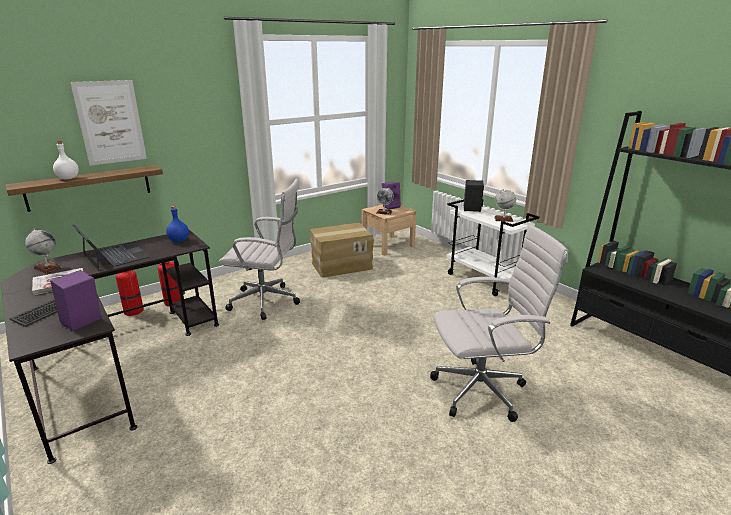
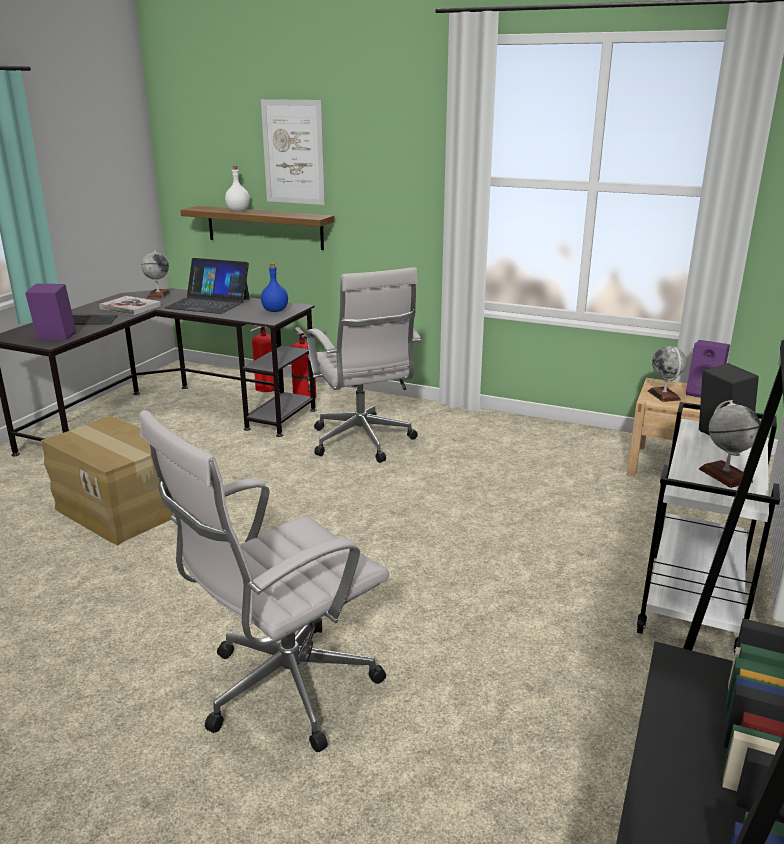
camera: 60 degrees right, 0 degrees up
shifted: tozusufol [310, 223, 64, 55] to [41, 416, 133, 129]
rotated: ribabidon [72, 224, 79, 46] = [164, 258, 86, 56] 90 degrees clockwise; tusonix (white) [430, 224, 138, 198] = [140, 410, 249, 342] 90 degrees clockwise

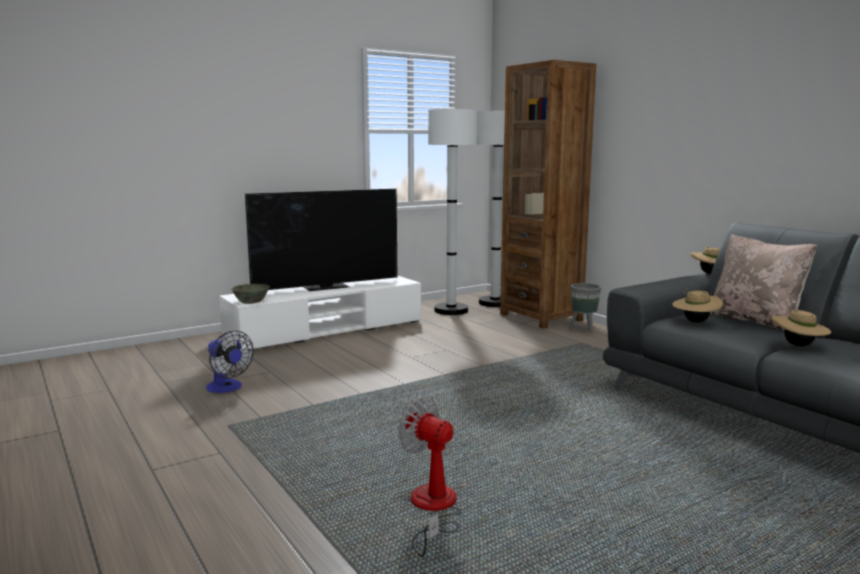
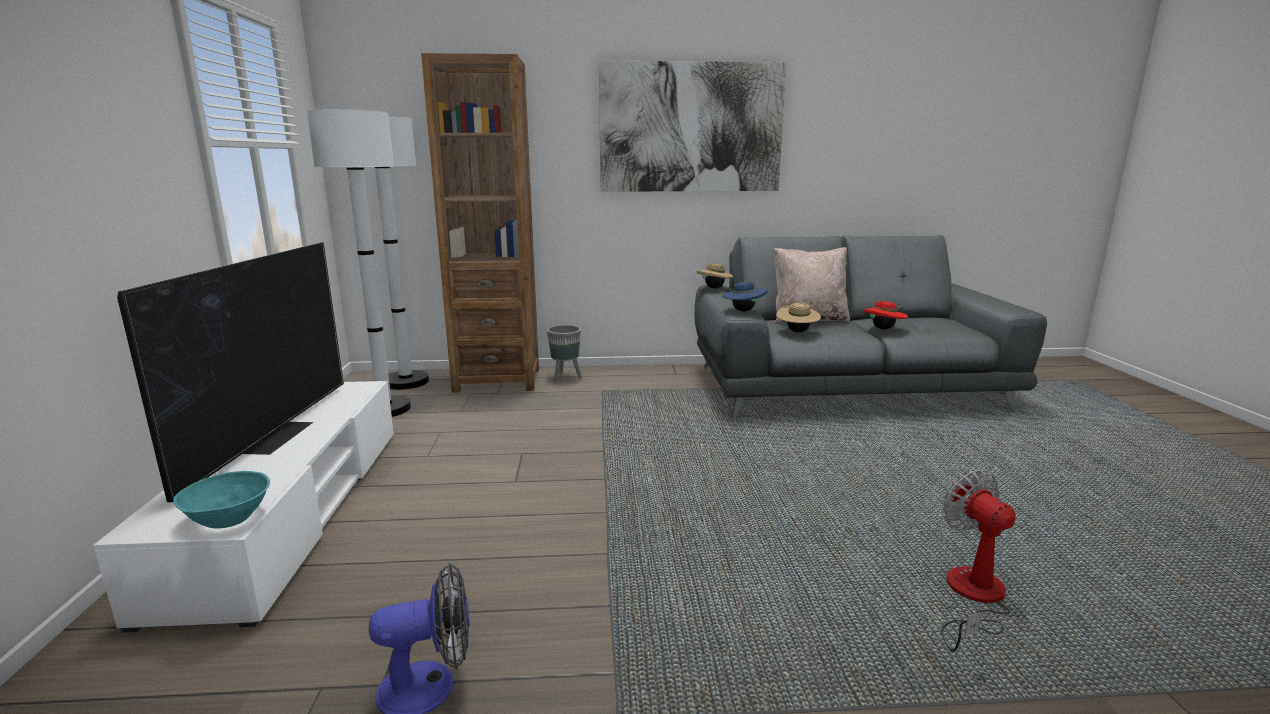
camera: 60 degrees left, 5 degrees up
new: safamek [599, 60, 188, 132]; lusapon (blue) [722, 280, 45, 31]
repainted: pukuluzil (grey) [231, 284, 39, 20] to pukuluzil (turquoise) [173, 471, 97, 58]; lusapon (beige) [771, 310, 60, 36] to lusapon (red) [863, 301, 45, 28]
rotated: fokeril [398, 397, 64, 160] = [941, 469, 75, 183] 90 degrees clockwise

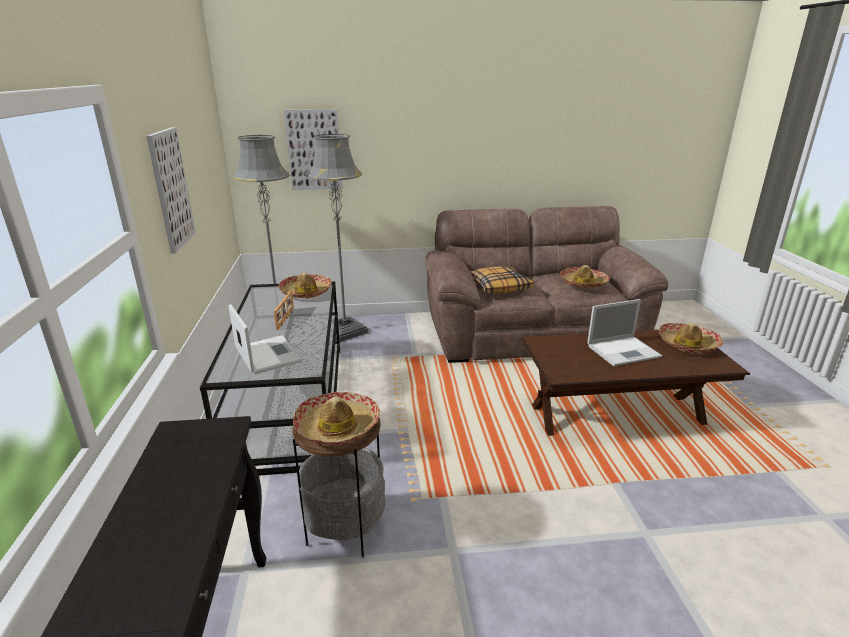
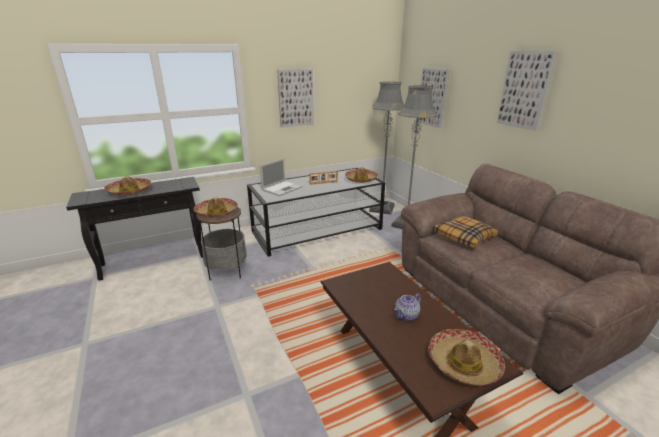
camera: 70 degrees right, 0 degrees up
new: safamek [497, 51, 60, 80]
shifted: lusapon [560, 265, 50, 24] to [104, 176, 47, 20]
swapped: ribabidon [587, 299, 75, 67] to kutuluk [394, 293, 27, 28]

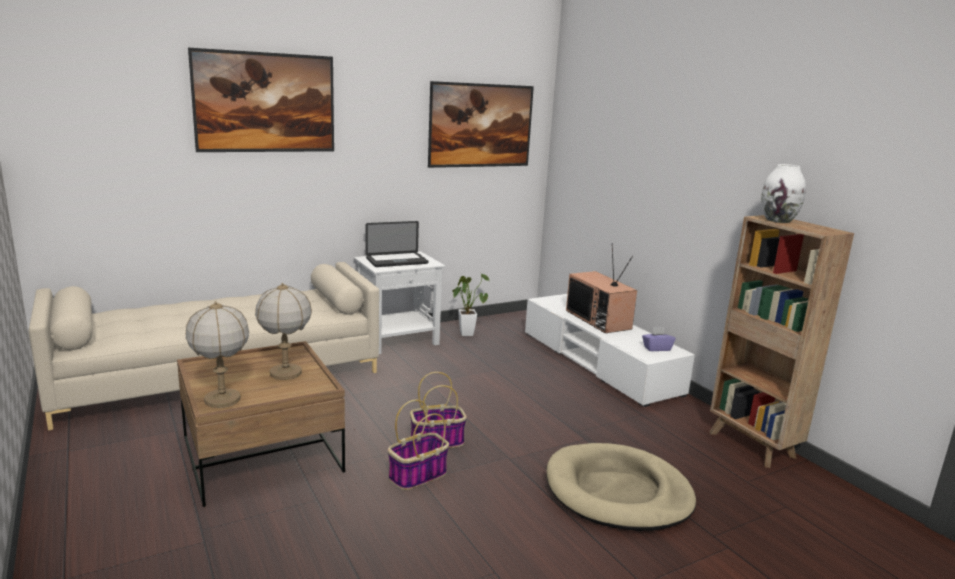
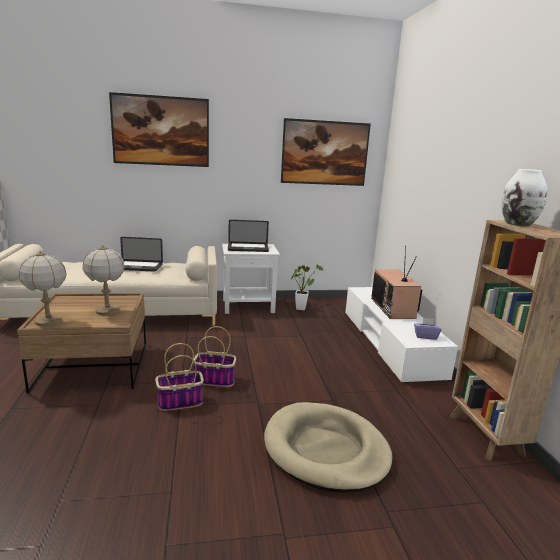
camera: 20 degrees right, 0 degrees up
new: ribabidon [120, 237, 43, 35]

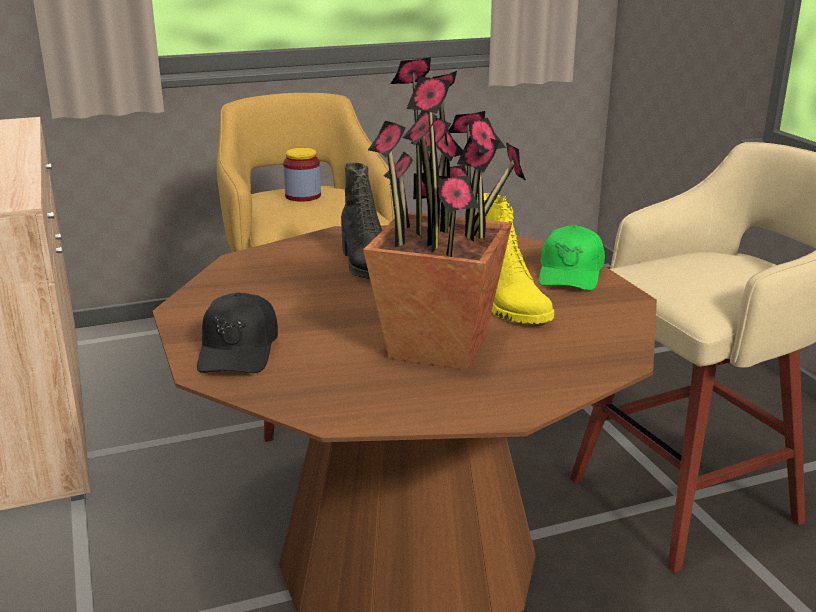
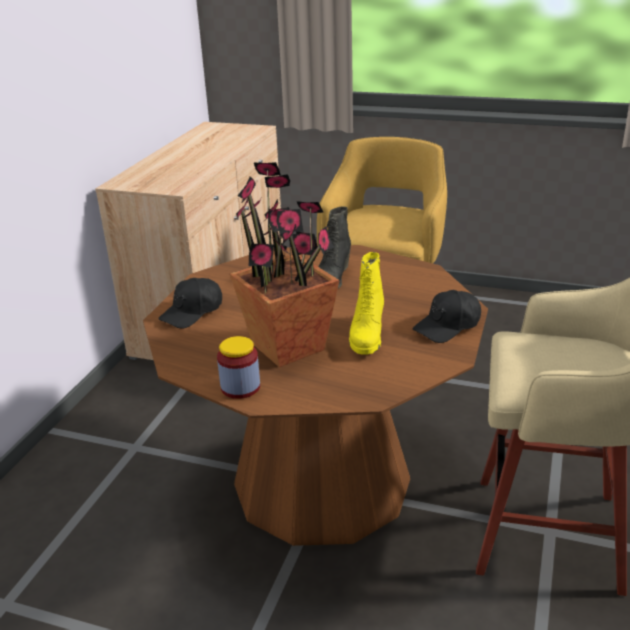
camera: 40 degrees right, 5 degrees up
shifted: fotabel [283, 148, 38, 53] to [217, 336, 43, 63]
repainted: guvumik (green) [539, 225, 66, 66] to guvumik (black) [413, 290, 68, 53]

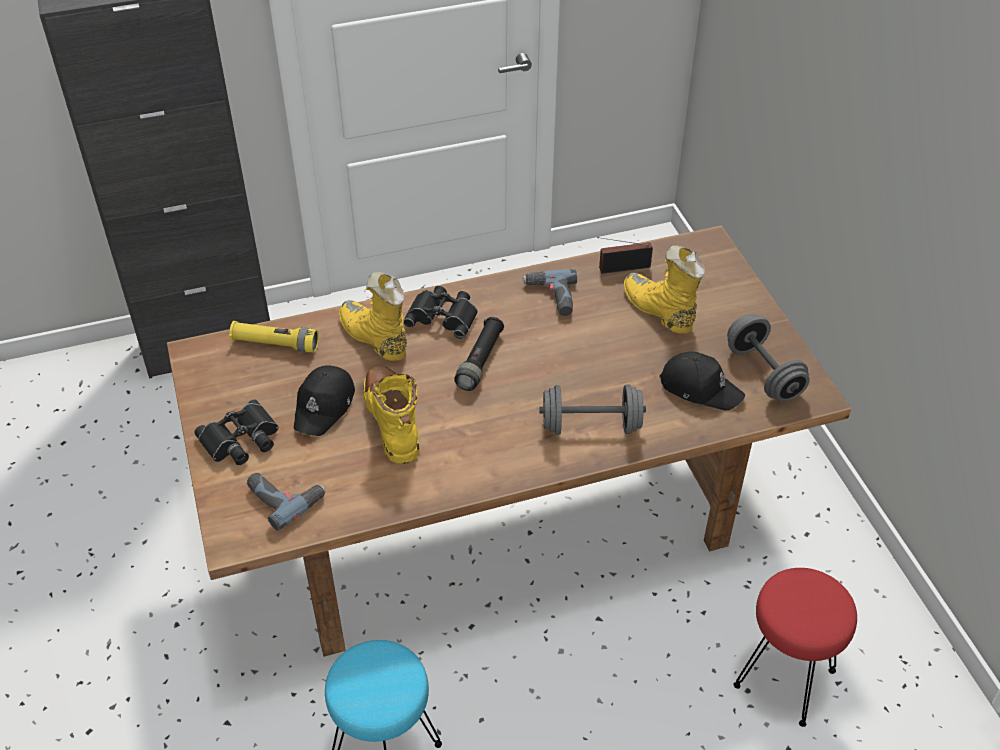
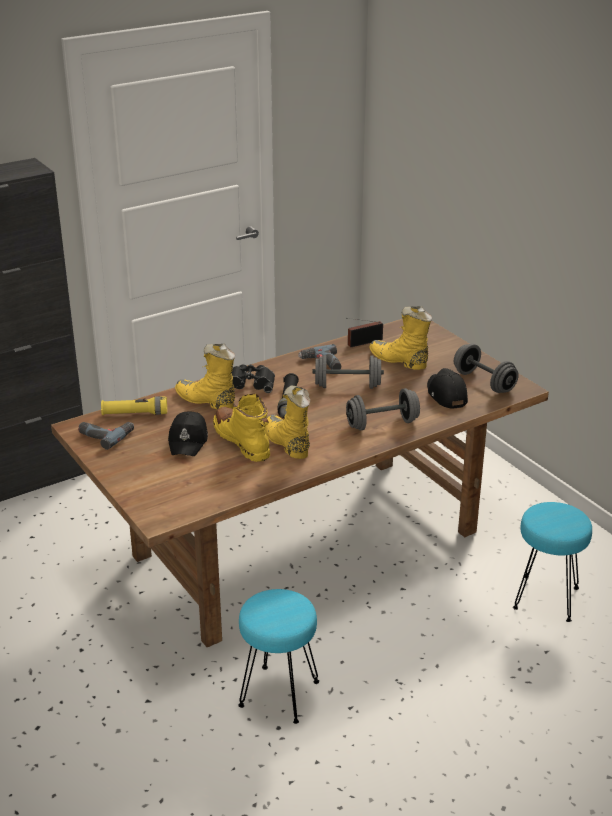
camera: 15 degrees left, 15 degrees down
gone: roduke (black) [194, 400, 84, 65]
new: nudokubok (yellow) [265, 385, 45, 74]; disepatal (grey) [312, 355, 72, 34]
shifted: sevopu [247, 473, 78, 58] to [78, 422, 56, 28]
repainted: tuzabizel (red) [733, 568, 124, 159] to tuzabizel (turquoise) [513, 502, 79, 120]
rotated: guvumik (black) [659, 352, 86, 58] = [427, 368, 41, 41] 120 degrees counterclockwise

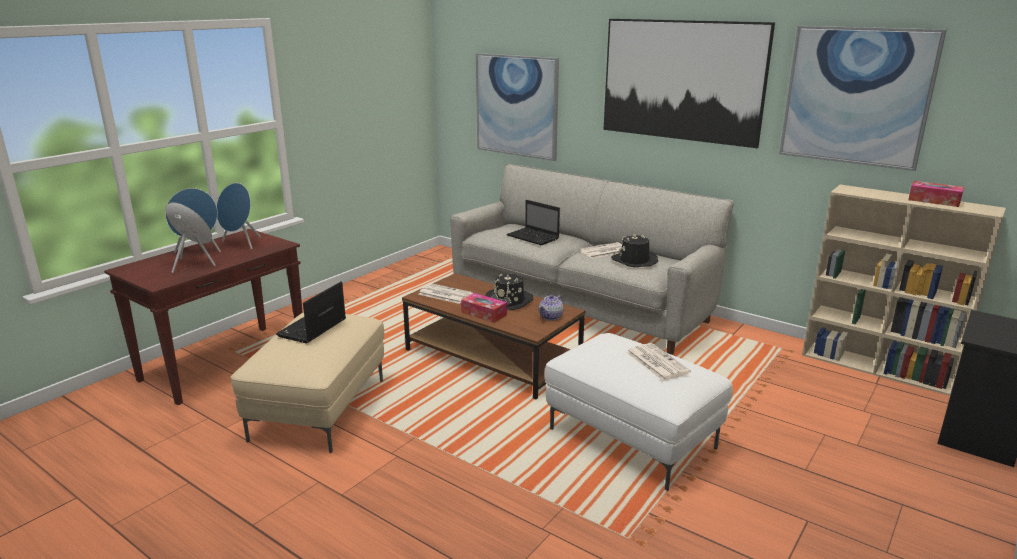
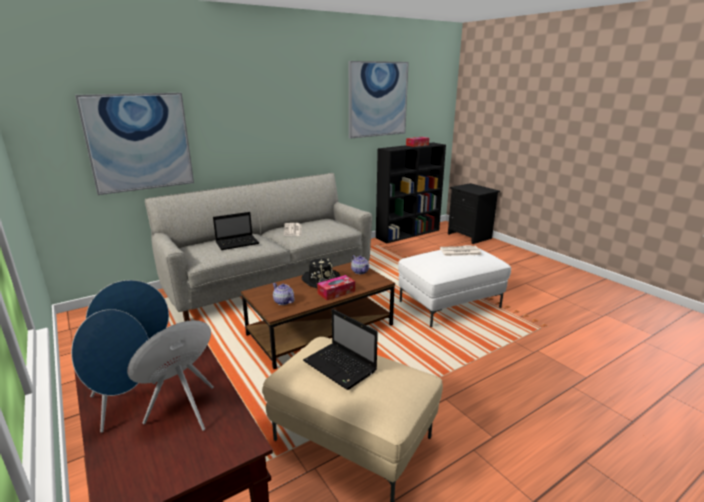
camera: 70 degrees left, 0 degrees up
gone: safamek [603, 19, 172, 129]; lusapon (black) [611, 234, 47, 33]
swapped: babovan [419, 283, 54, 21] to kutuluk [273, 283, 22, 22]
repainted: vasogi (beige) [802, 184, 204, 212] to vasogi (black) [376, 142, 70, 101]

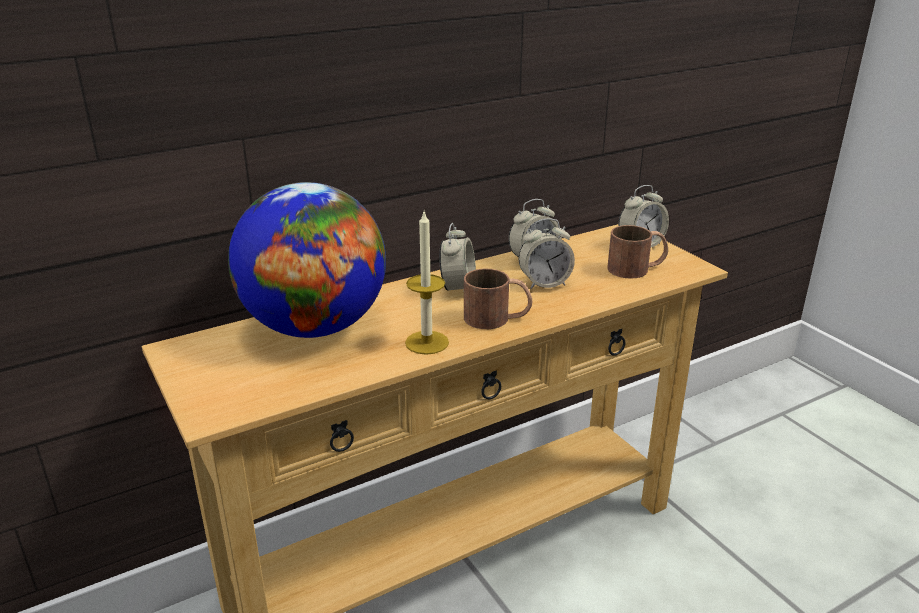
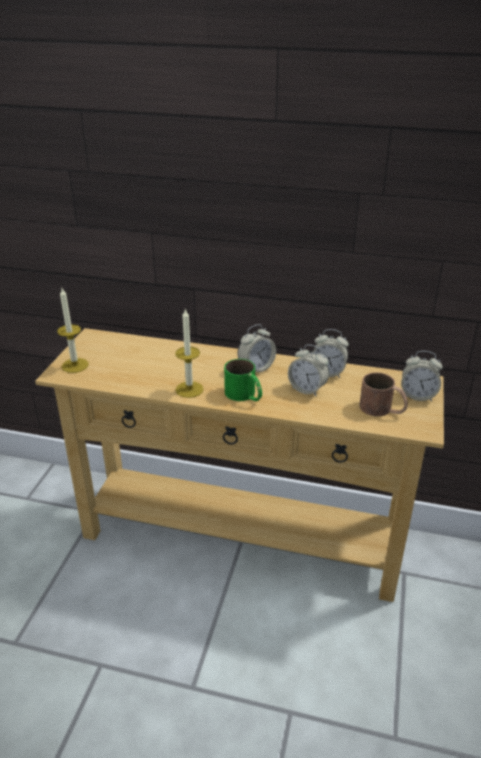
camera: 45 degrees right, 5 degrees up
gone: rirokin [228, 182, 158, 156]
new: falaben [57, 288, 32, 85]
repainted: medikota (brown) [464, 269, 68, 60] to medikota (green) [224, 359, 38, 42]

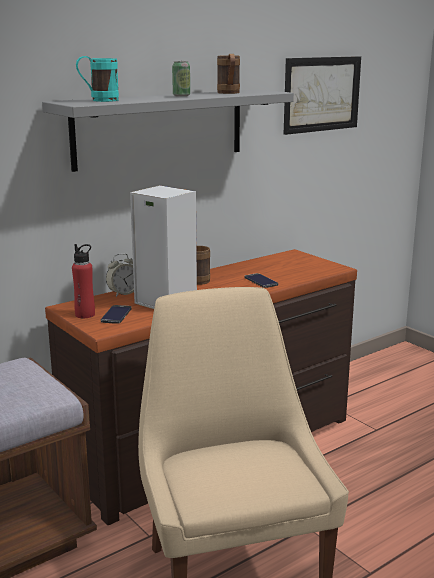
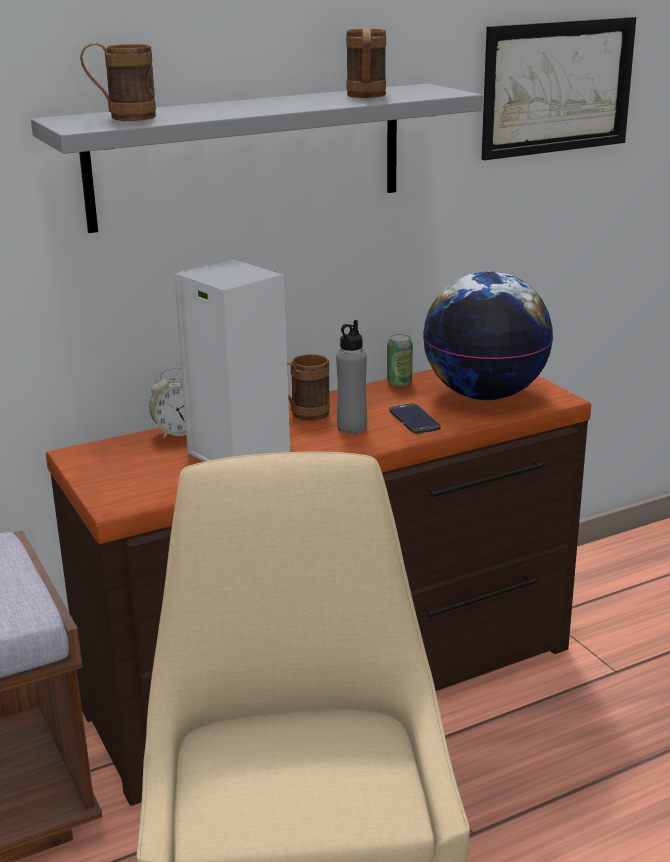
camera: 10 degrees right, 5 degrees up
gone: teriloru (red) [72, 244, 23, 74]; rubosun [101, 305, 31, 19]
new: teriloru (grey) [336, 320, 31, 114]; rirokin [423, 271, 130, 129]
shifted: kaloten [172, 60, 18, 37] to [387, 334, 26, 52]
repainted: medikota (turquoise) [76, 56, 43, 46] to medikota (brown) [80, 42, 76, 79]

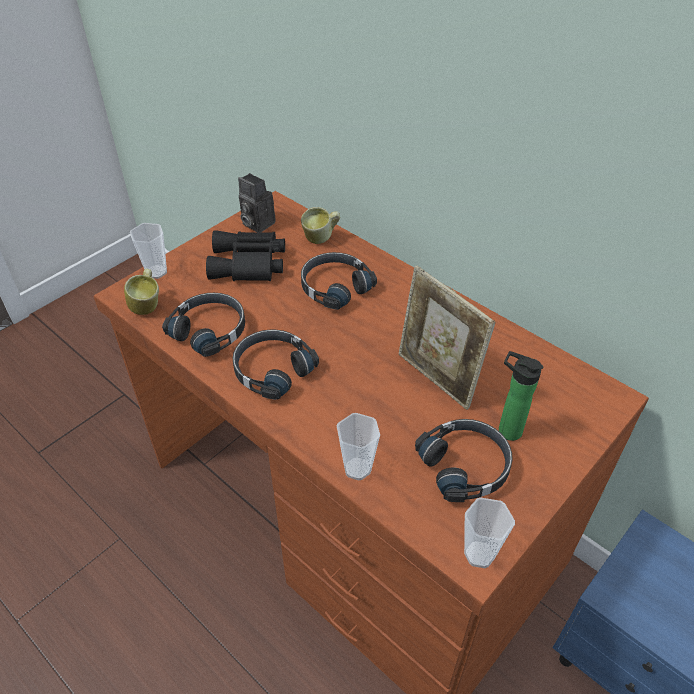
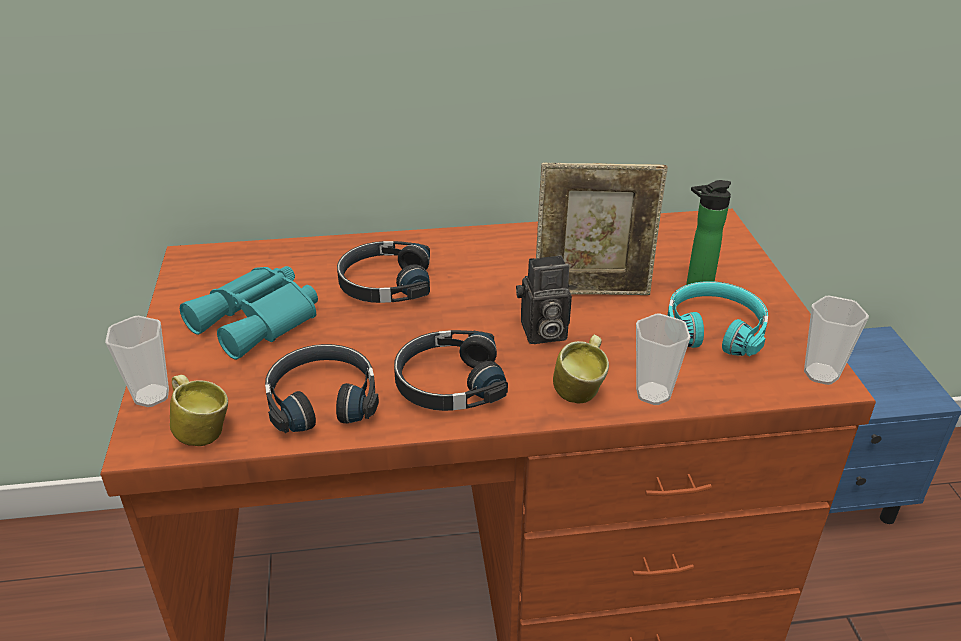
camera: 50 degrees left, 10 degrees down
shifted: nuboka [238, 173, 37, 59] to [516, 255, 56, 89]; medikota [301, 207, 39, 37] to [553, 334, 56, 70]
repainted: roduke (black) [206, 230, 79, 51] to roduke (turquoise) [180, 266, 138, 94]; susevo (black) [415, 419, 98, 83] to susevo (turquoise) [667, 281, 101, 75]

